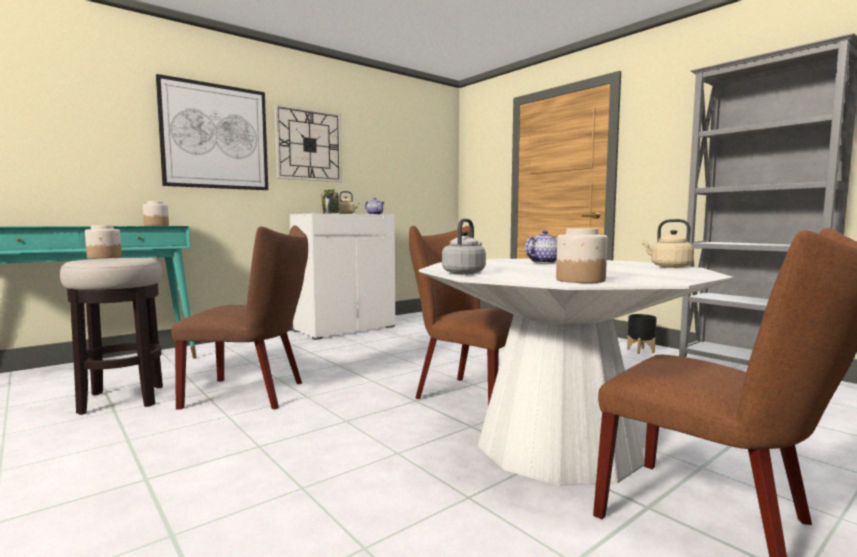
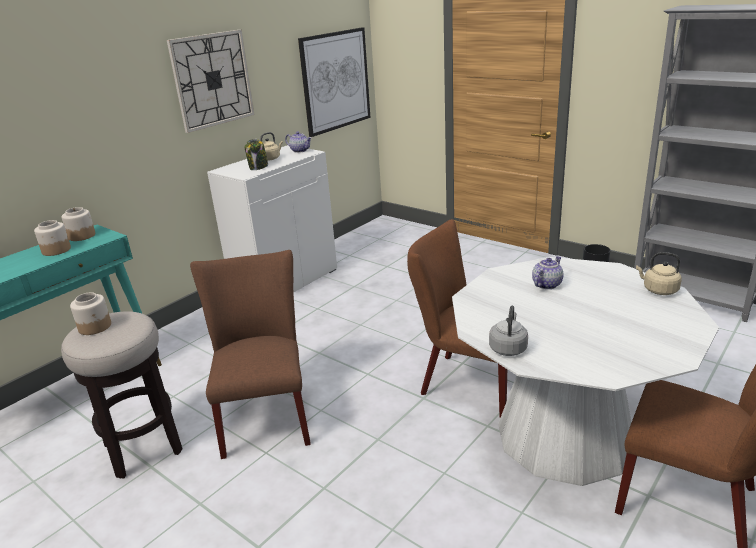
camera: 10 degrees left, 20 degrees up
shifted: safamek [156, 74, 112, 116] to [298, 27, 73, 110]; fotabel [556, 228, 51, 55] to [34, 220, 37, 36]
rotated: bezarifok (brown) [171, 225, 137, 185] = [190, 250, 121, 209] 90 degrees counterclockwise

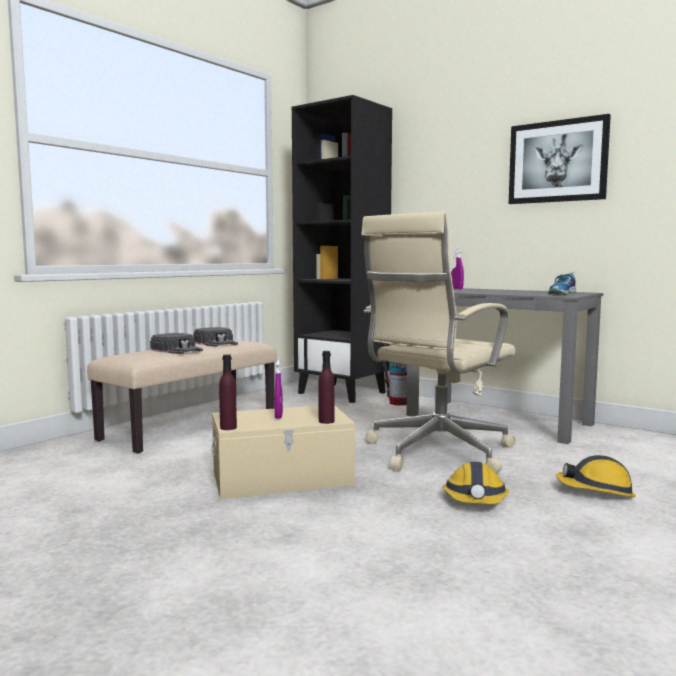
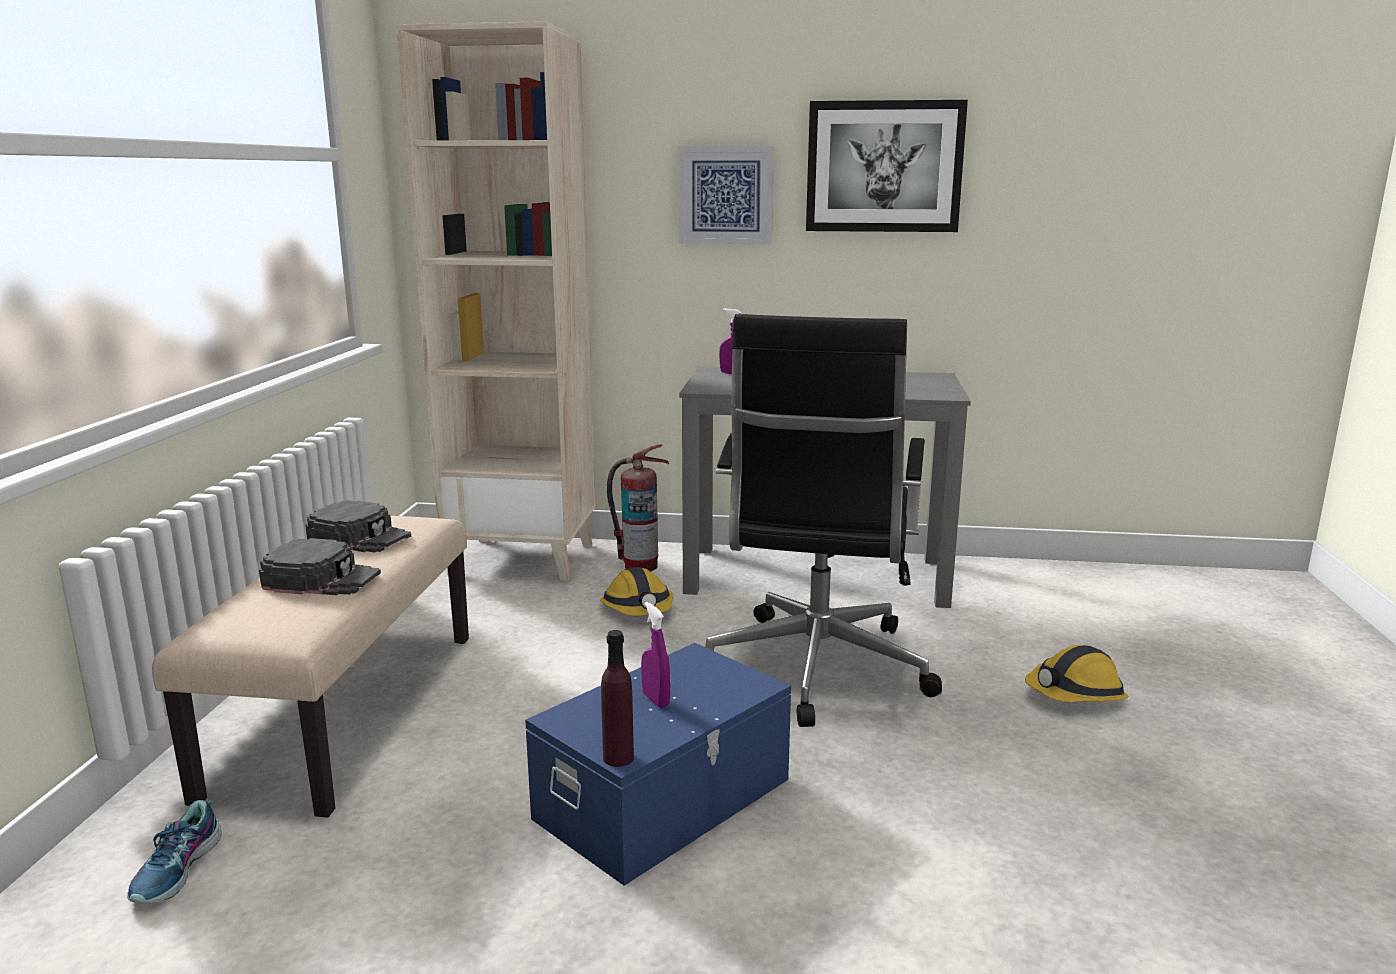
camera: 30 degrees left, 10 degrees up
gone: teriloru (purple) [318, 351, 17, 73]
new: safamek [678, 146, 96, 99]
shifted: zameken [442, 462, 67, 42] to [600, 567, 73, 49]; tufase [548, 272, 28, 23] to [127, 800, 95, 104]
repainted: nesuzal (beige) [211, 405, 144, 94] to nesuzal (blue) [525, 643, 266, 243]; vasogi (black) [292, 95, 100, 308] to vasogi (beige) [396, 21, 200, 560]; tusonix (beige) [361, 212, 155, 261] to tusonix (black) [705, 314, 237, 413]

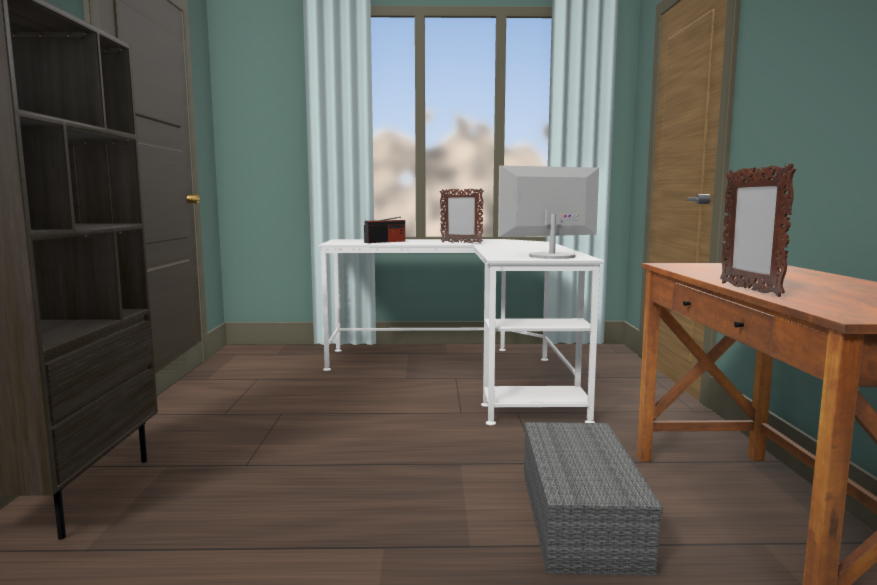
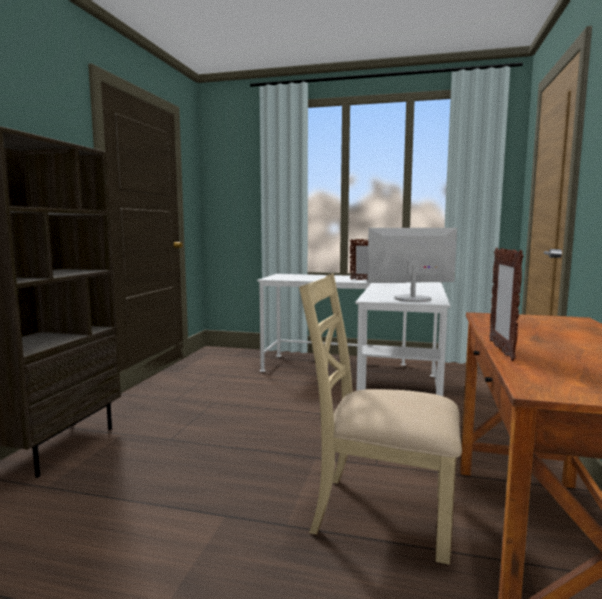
camera: 15 degrees right, 0 degrees up
gone: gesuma [364, 217, 41, 26]
swapped: nesuzal (grey) [524, 422, 139, 154] to bezarifok (beige) [299, 273, 163, 292]

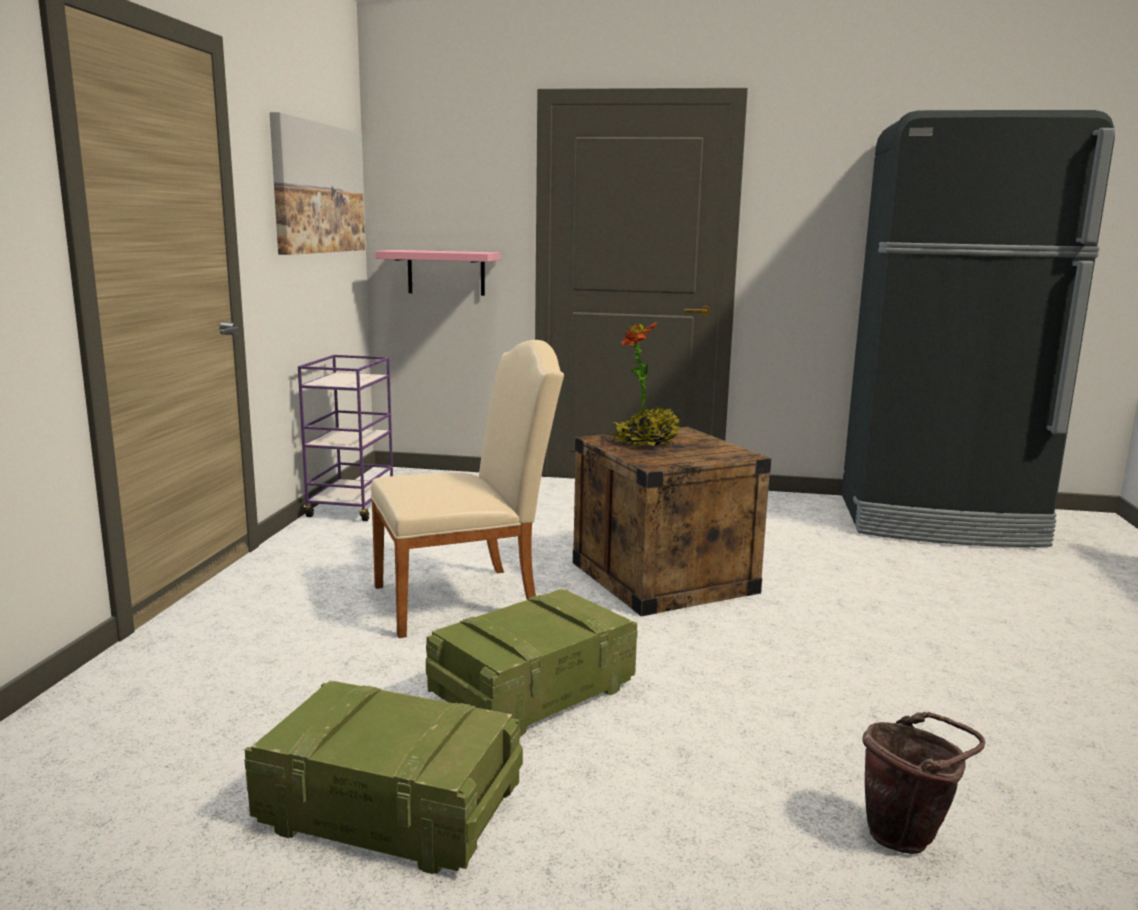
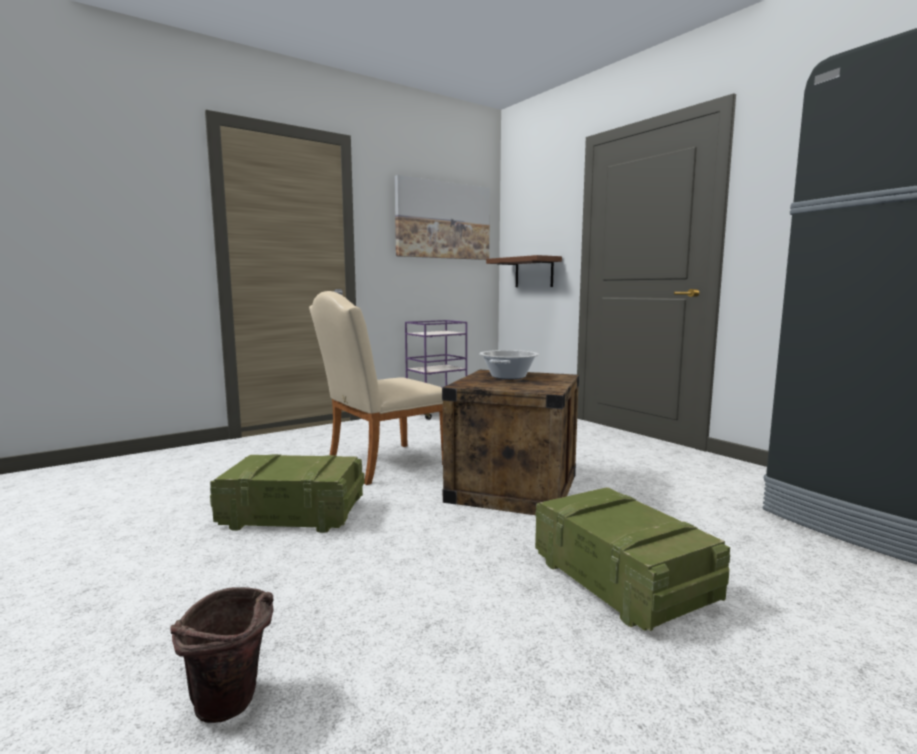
camera: 45 degrees right, 5 degrees down
shifted: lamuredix [245, 680, 278, 194] to [535, 487, 195, 144]
swapped: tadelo [612, 322, 68, 124] to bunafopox [479, 350, 60, 29]
repainted: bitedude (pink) [375, 250, 125, 46] to bitedude (brown) [486, 255, 76, 32]
rotated: bezarifok (beige) [371, 340, 193, 298] = [309, 291, 134, 194] 120 degrees clockwise

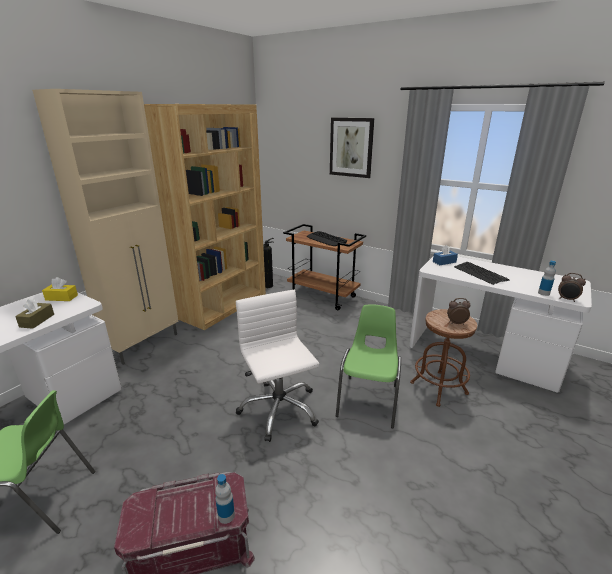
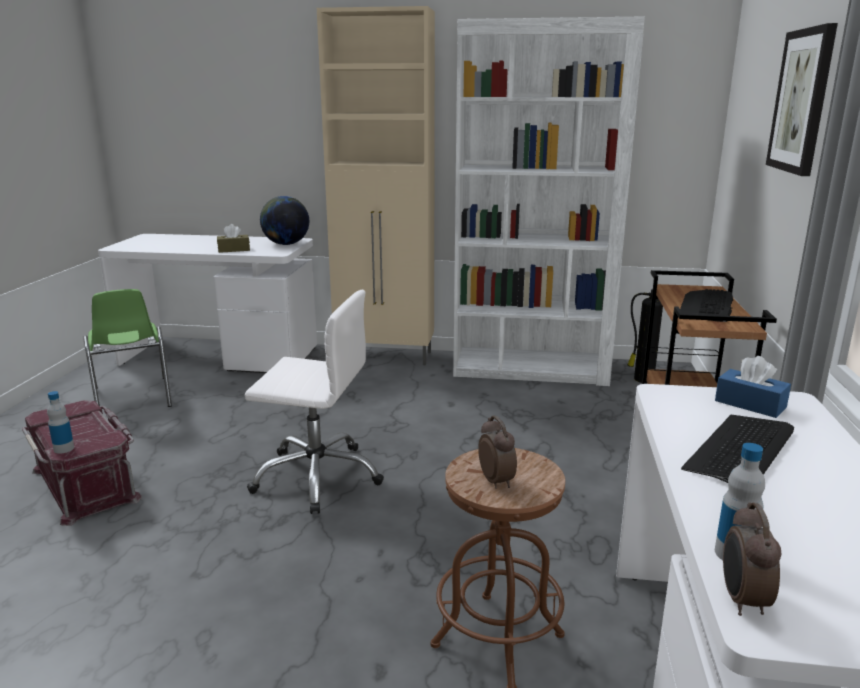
camera: 65 degrees right, 5 degrees down
gone: bezarifok (green) [336, 304, 65, 125]
swapped: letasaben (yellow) [42, 277, 36, 24] to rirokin [260, 196, 49, 49]
repainted: vasogi (brown) [144, 104, 122, 226] to vasogi (white) [453, 16, 192, 370]
rotated: tusonix (white) [236, 290, 83, 152] = [245, 290, 139, 224] 60 degrees clockwise

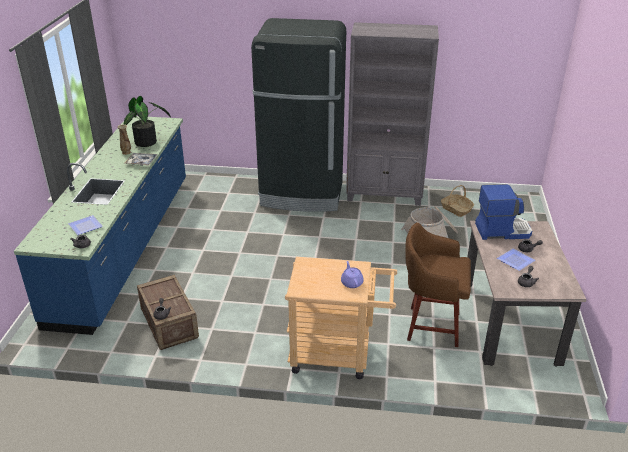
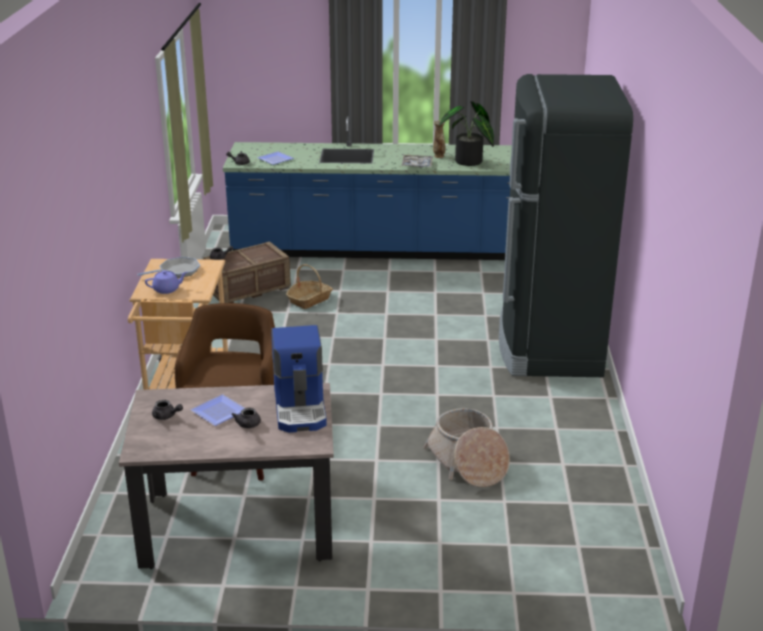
camera: 85 degrees right, 5 degrees down
gone: vasogi (grey) [346, 22, 93, 184]
new: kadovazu [137, 257, 63, 21]
shifted: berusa [441, 185, 33, 32] to [286, 264, 47, 45]

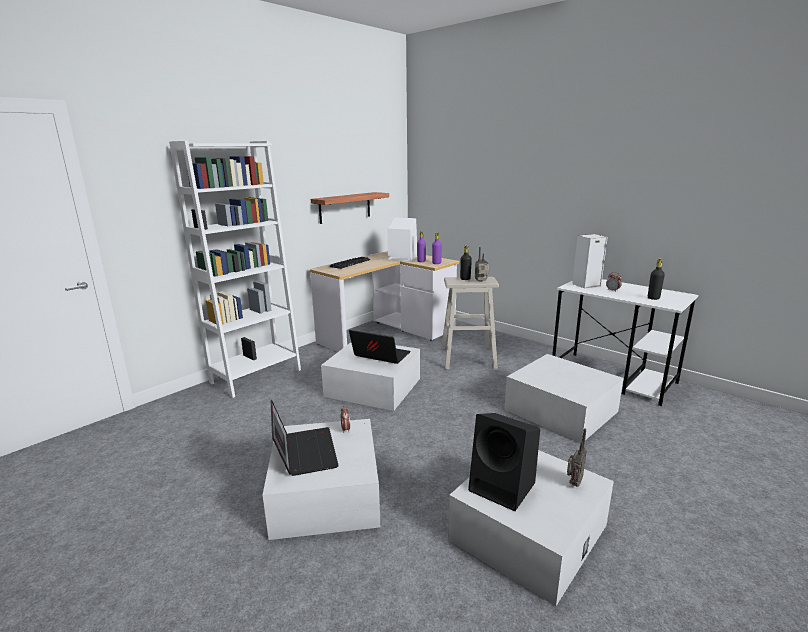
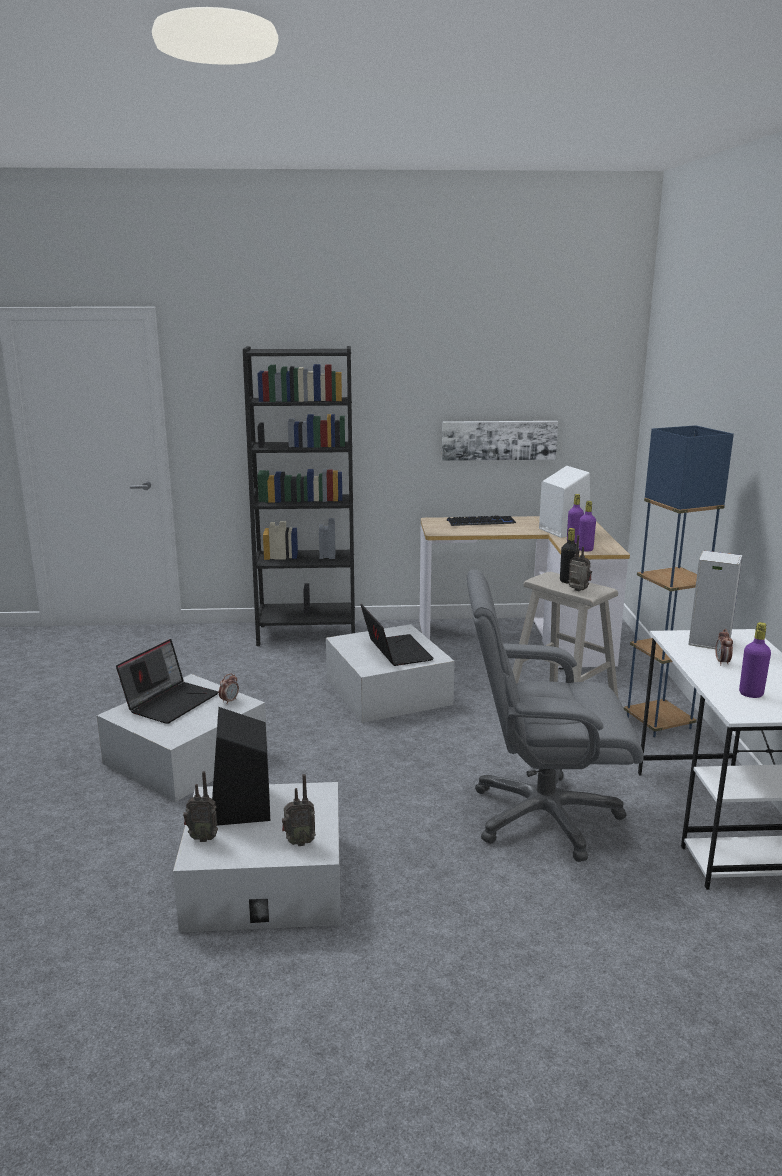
camera: 45 degrees right, 0 degrees up
new: gesuma [183, 771, 35, 71]; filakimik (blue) [624, 425, 110, 312]
swapped: bitedude [311, 192, 78, 32] to safamek [442, 421, 116, 40]; nesuzal (white) [504, 354, 119, 89] to tusonix (grey) [467, 569, 177, 293]
repainted: vasogi (white) [169, 141, 132, 257] to vasogi (black) [243, 346, 112, 300]; teriloru (black) [648, 258, 17, 42] to teriloru (purple) [739, 622, 32, 76]

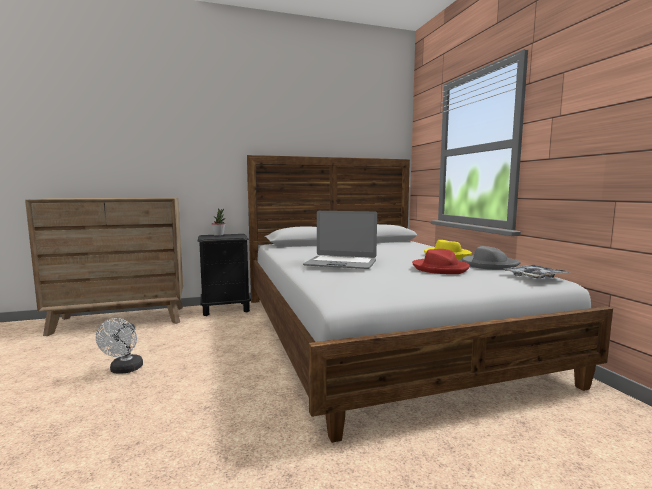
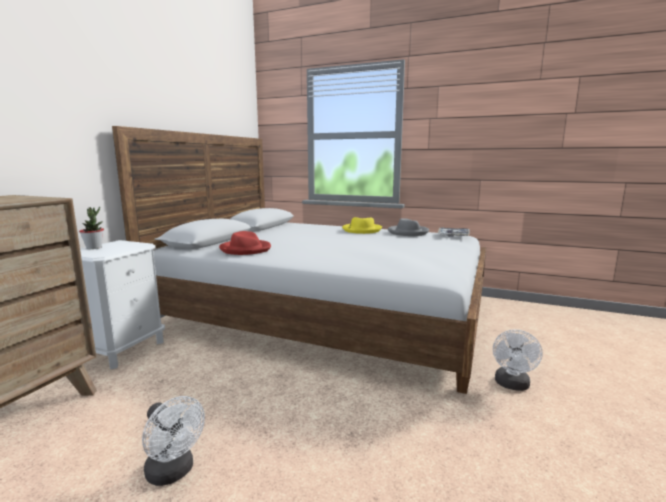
camera: 50 degrees left, 5 degrees up
gone: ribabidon [303, 211, 74, 58]
new: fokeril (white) [493, 329, 50, 62]
shifted: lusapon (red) [412, 249, 58, 25] to [219, 231, 52, 24]
repainted: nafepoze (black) [197, 234, 54, 82] to nafepoze (white) [80, 240, 85, 129]

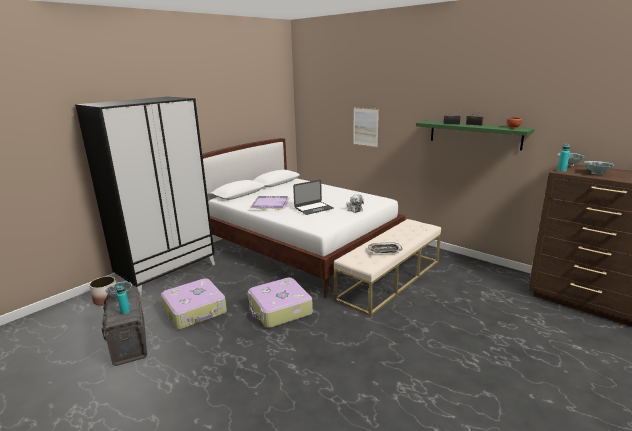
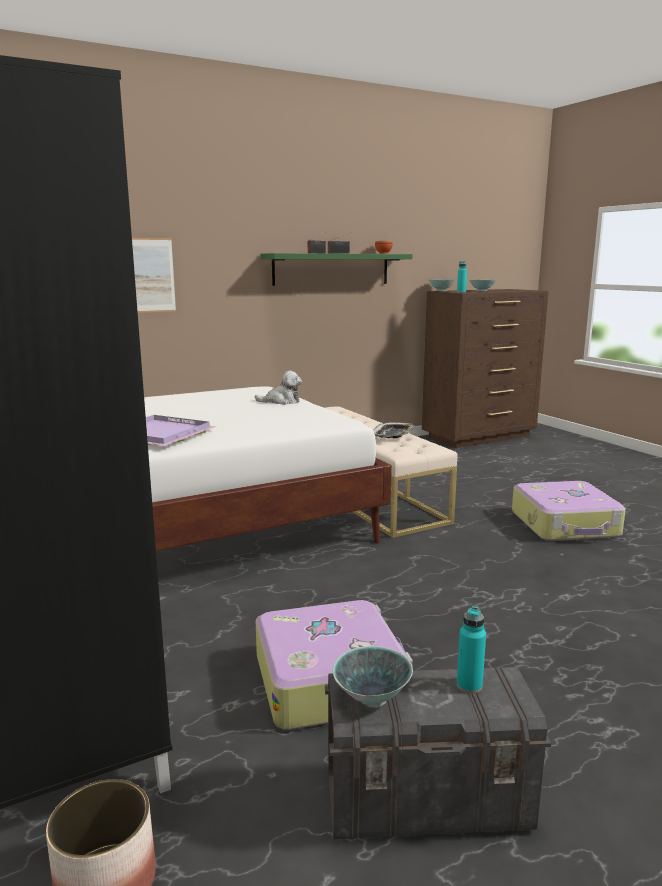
camera: 70 degrees left, 5 degrees down
gone: ribabidon [293, 180, 40, 35]
shifted: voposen [248, 278, 65, 50] to [512, 481, 114, 60]

